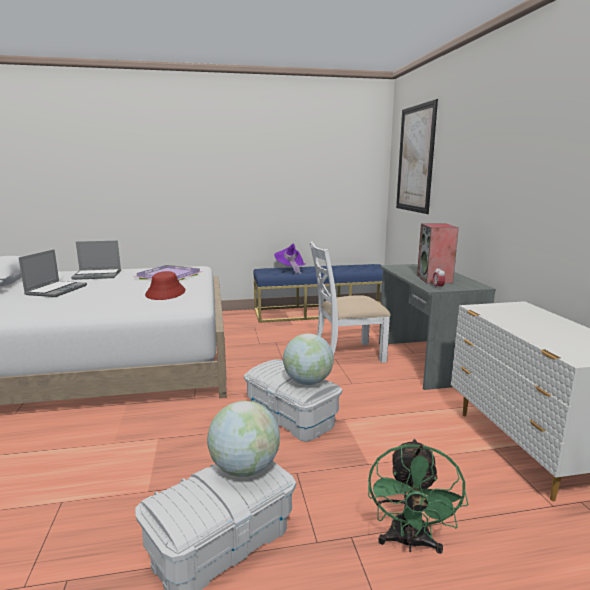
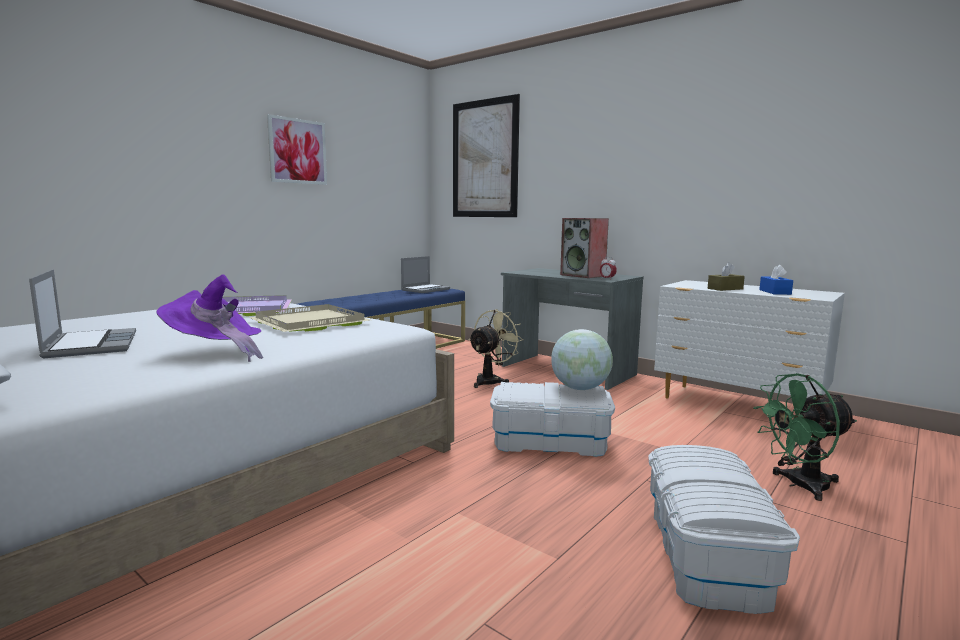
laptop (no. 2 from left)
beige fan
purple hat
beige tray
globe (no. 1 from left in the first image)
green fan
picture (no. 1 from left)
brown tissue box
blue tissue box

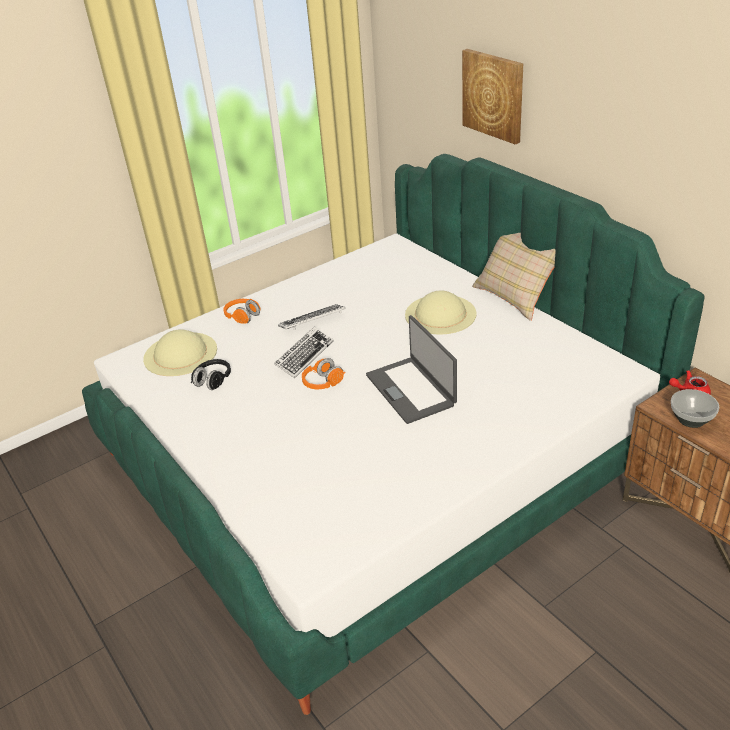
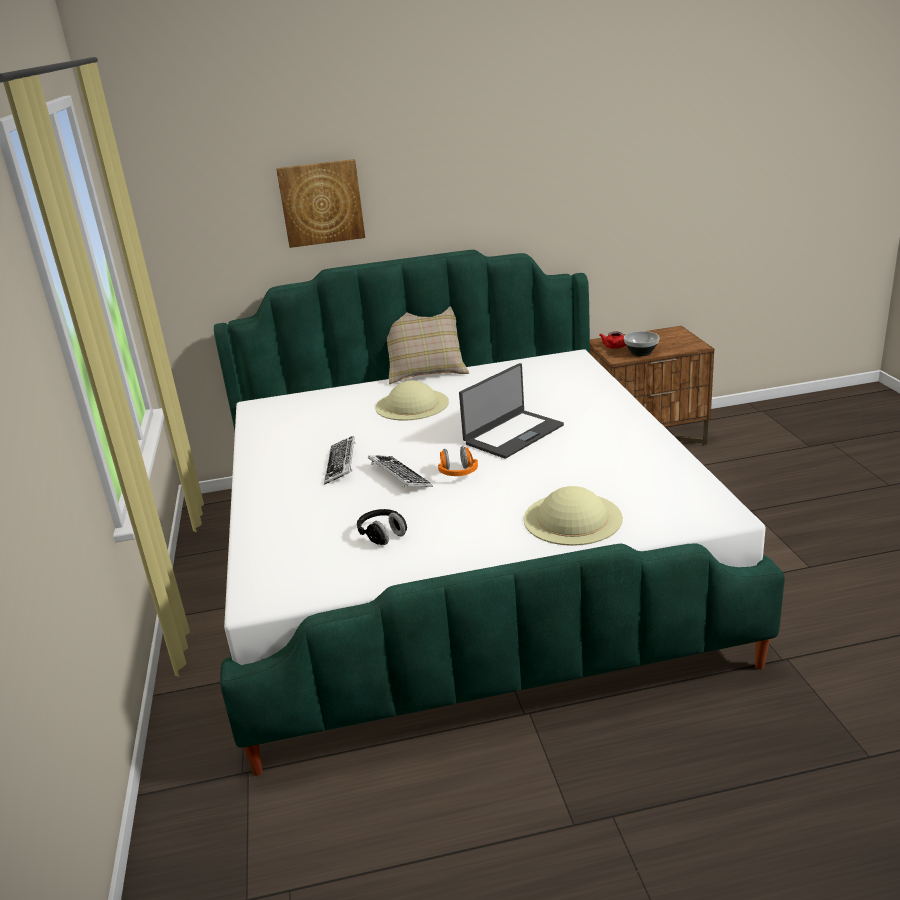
orange headphones (no. 1 from left in the first image)
laptop
beige hat (no. 2 from left)

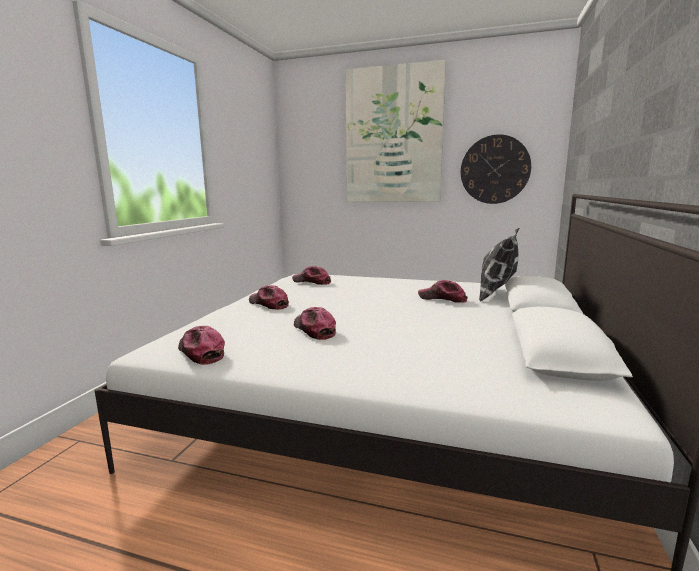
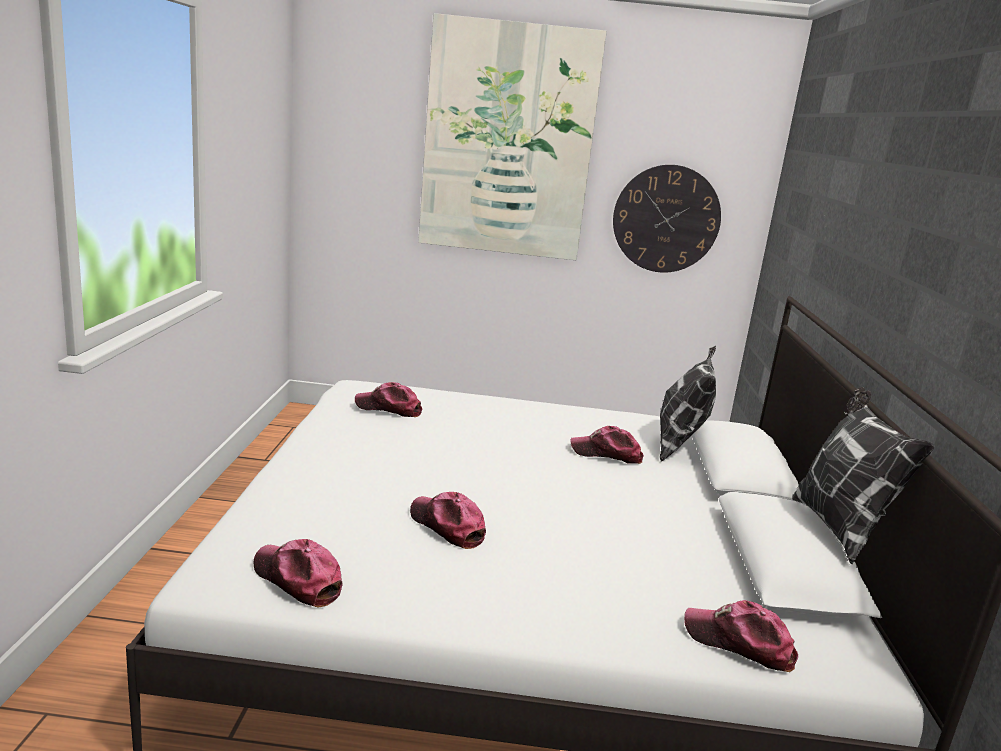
cap (no. 5 from left)
pillow (no. 2 from left)

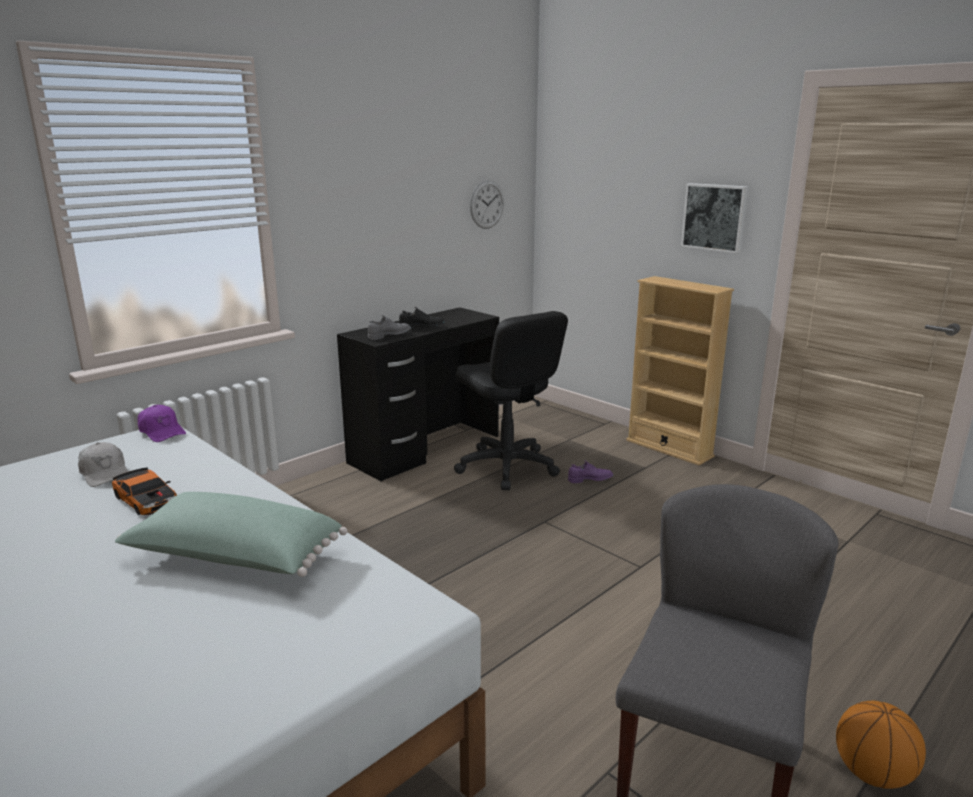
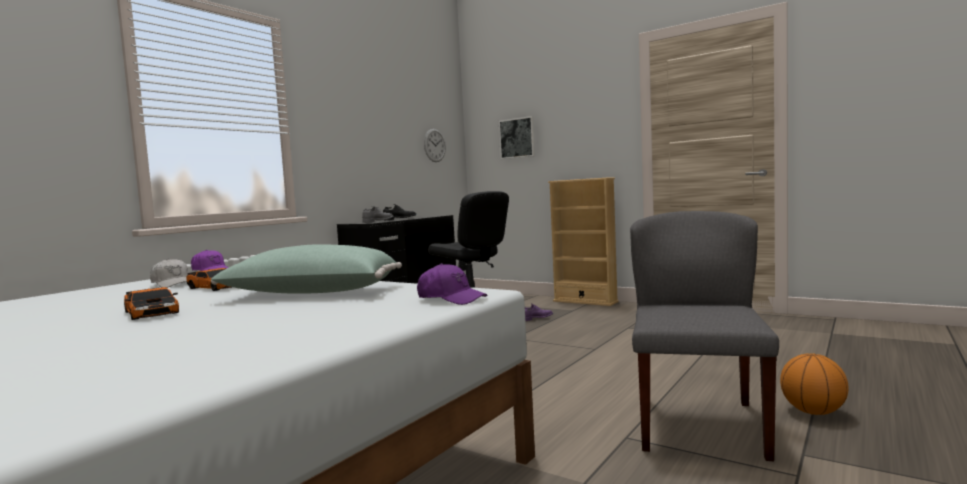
picture
purple cap (no. 2 from left)
toy car (no. 1 from left)

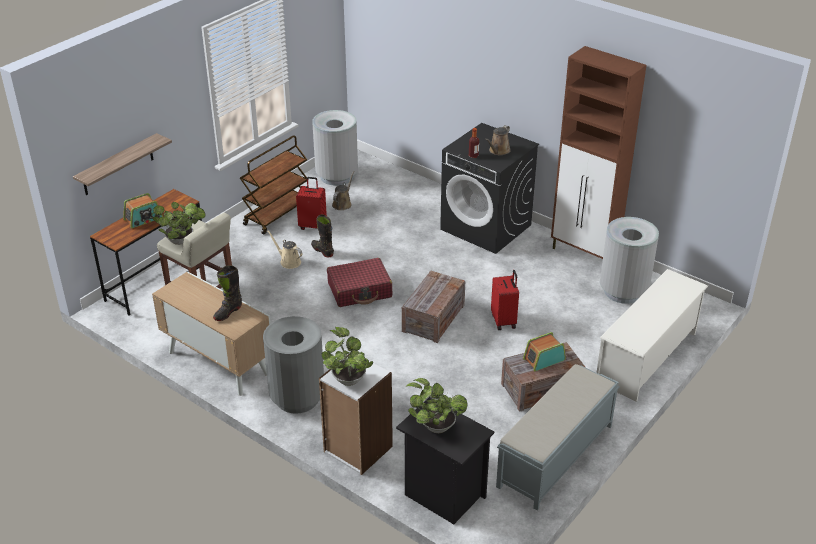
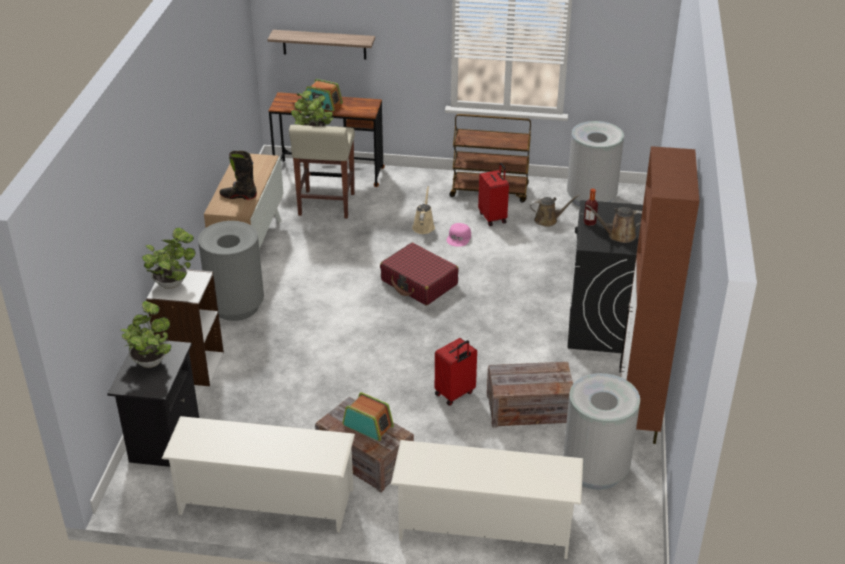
pink cap
crate (no. 2 from left)
white shoe rack (no. 1 from left)

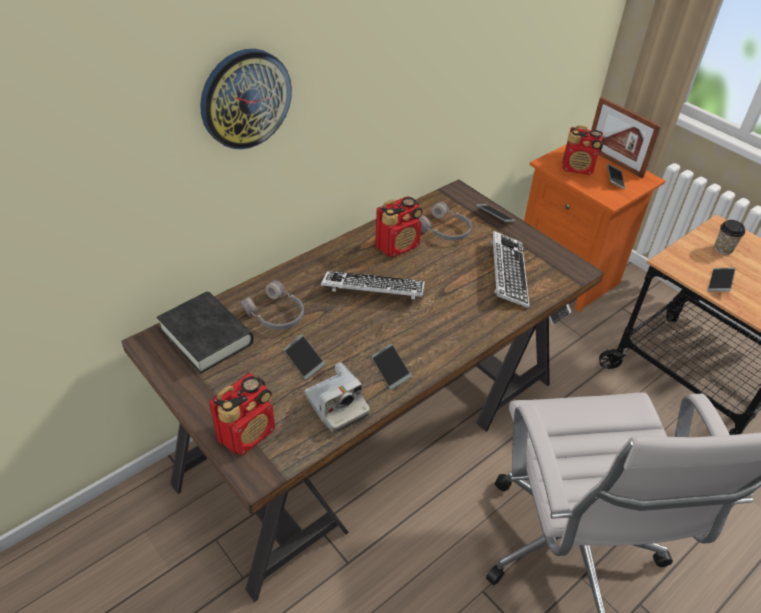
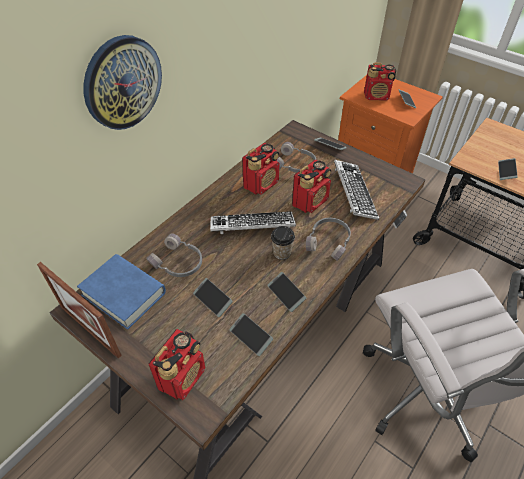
picture frame
cup
blue book
phone (no. 2 from left)
radio (no. 3 from left)
grey headphones (no. 3 from left)

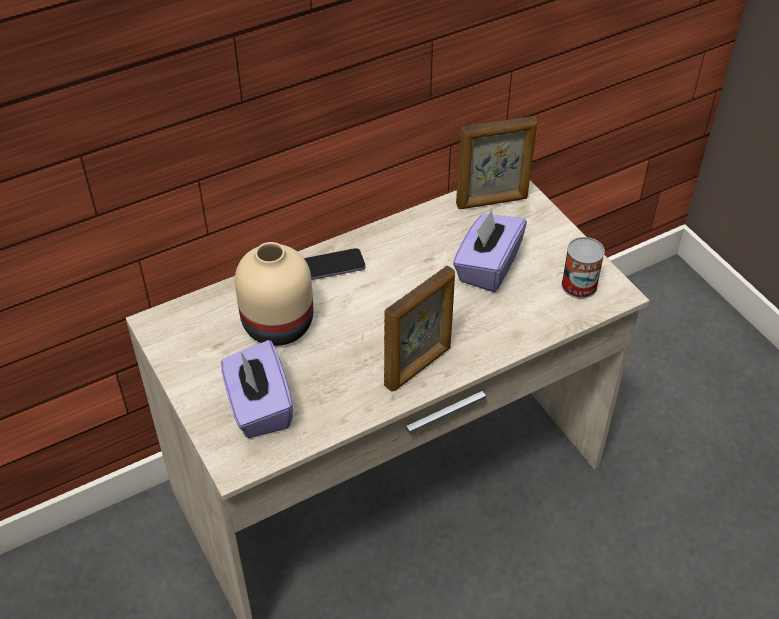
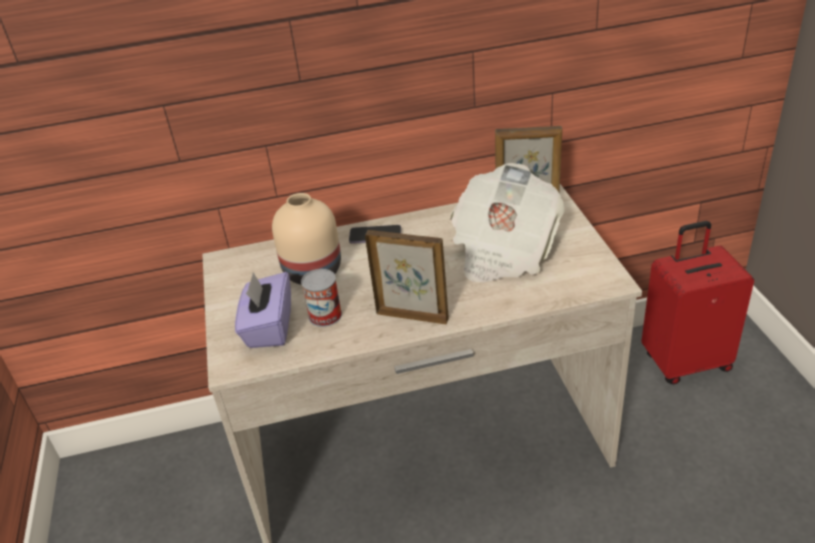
newspaper
can
picture frame (no. 1 from left)
red suitcase

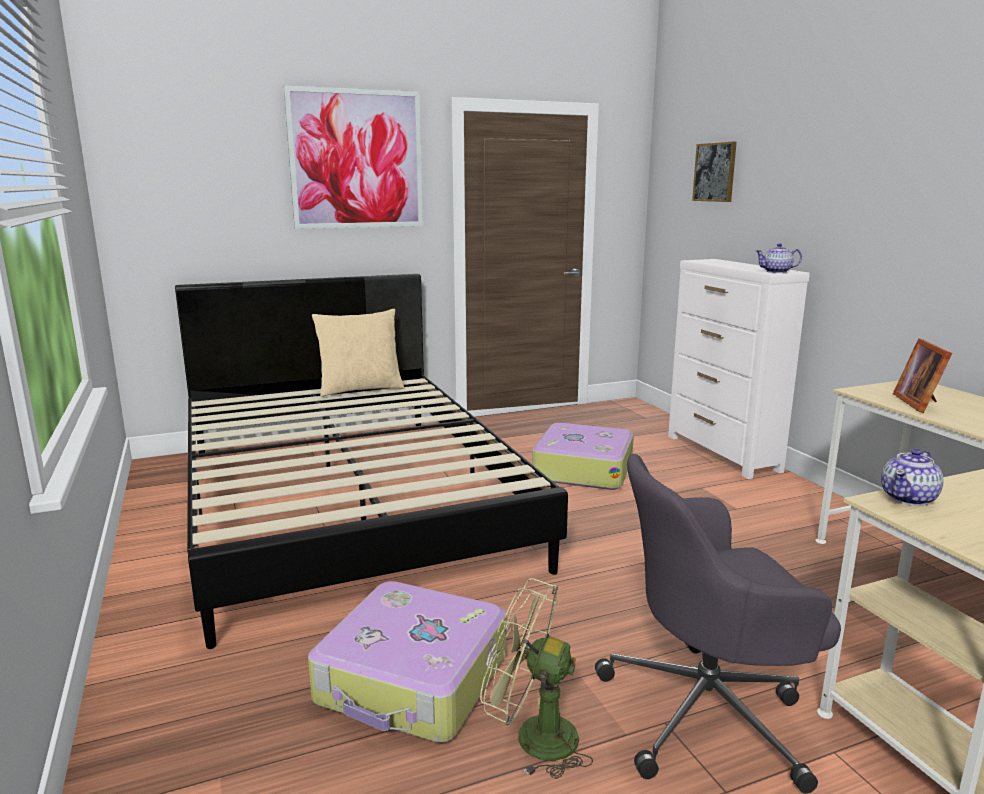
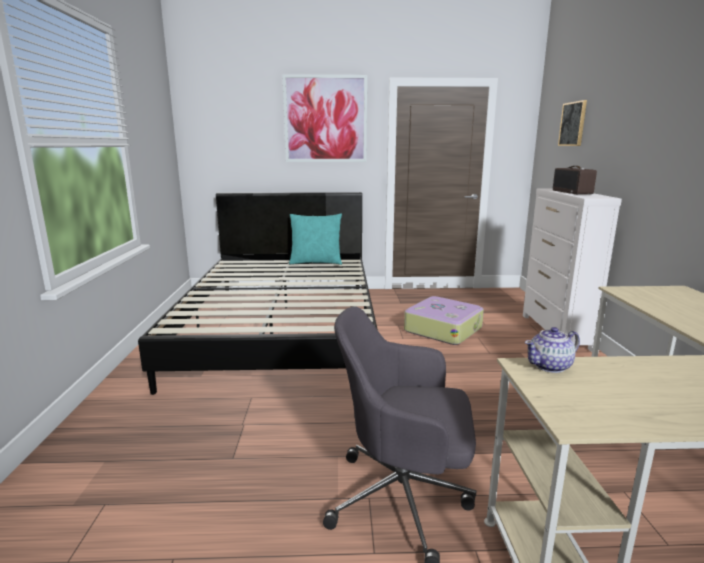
teapot (no. 1 from left in the first image)
turquoise pillow
picture frame
green fan
suitcase (no. 1 from left in the first image)
radio

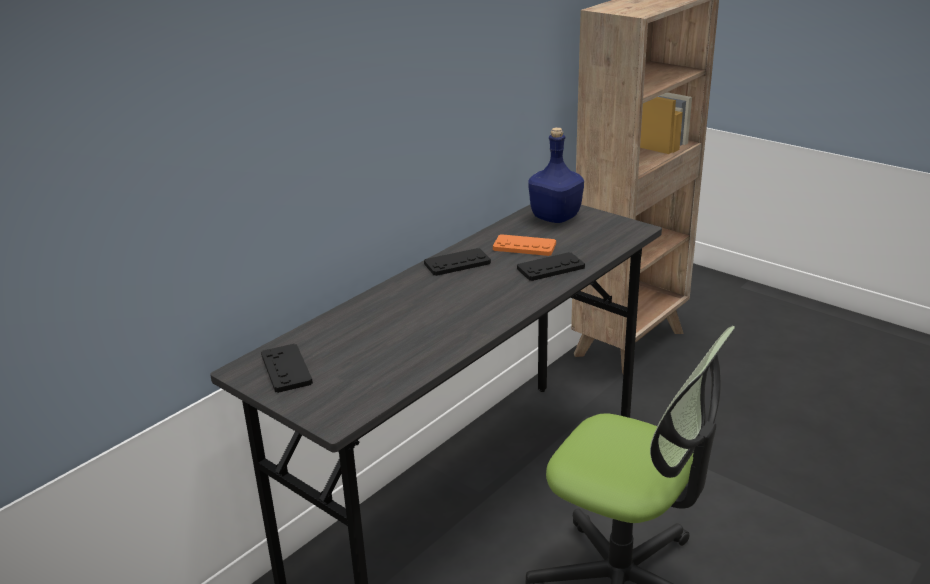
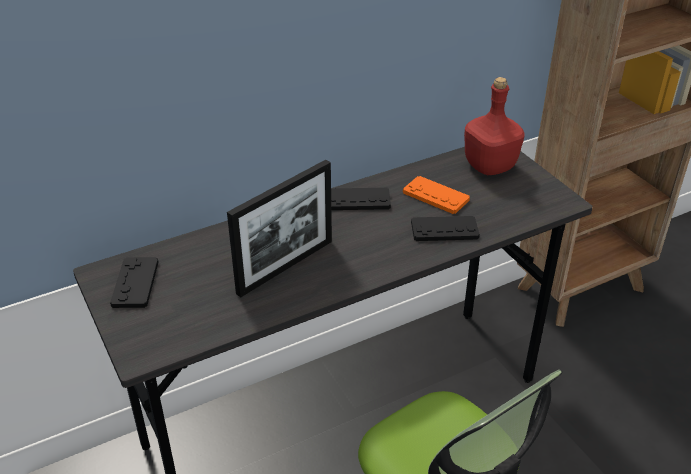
red bottle
picture frame

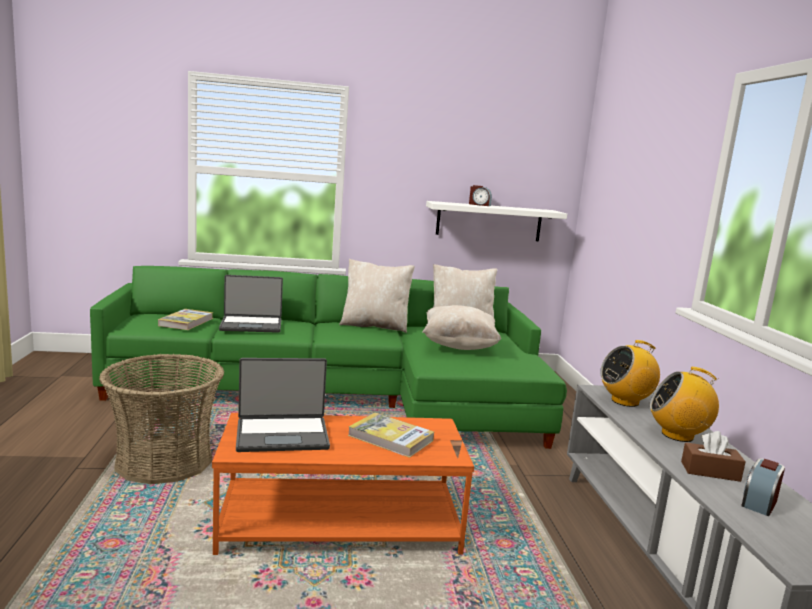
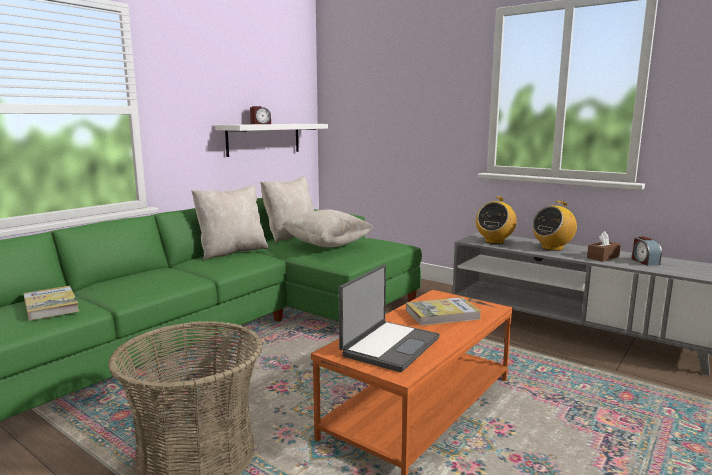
laptop (no. 1 from left in the first image)

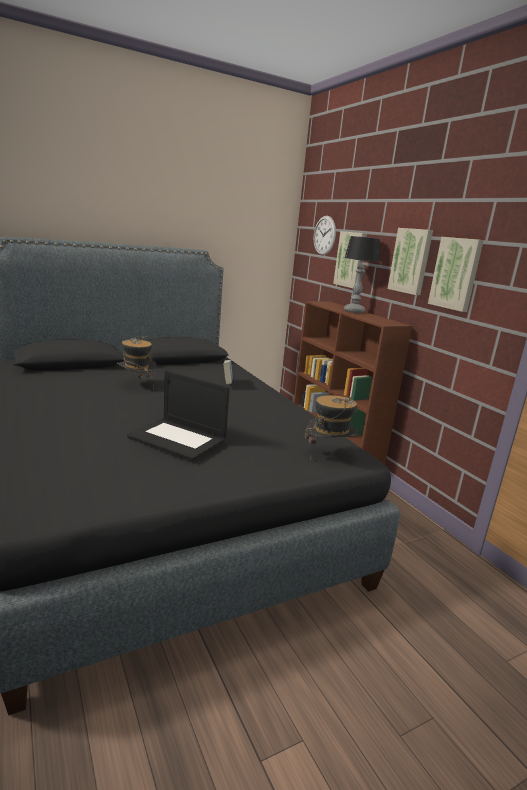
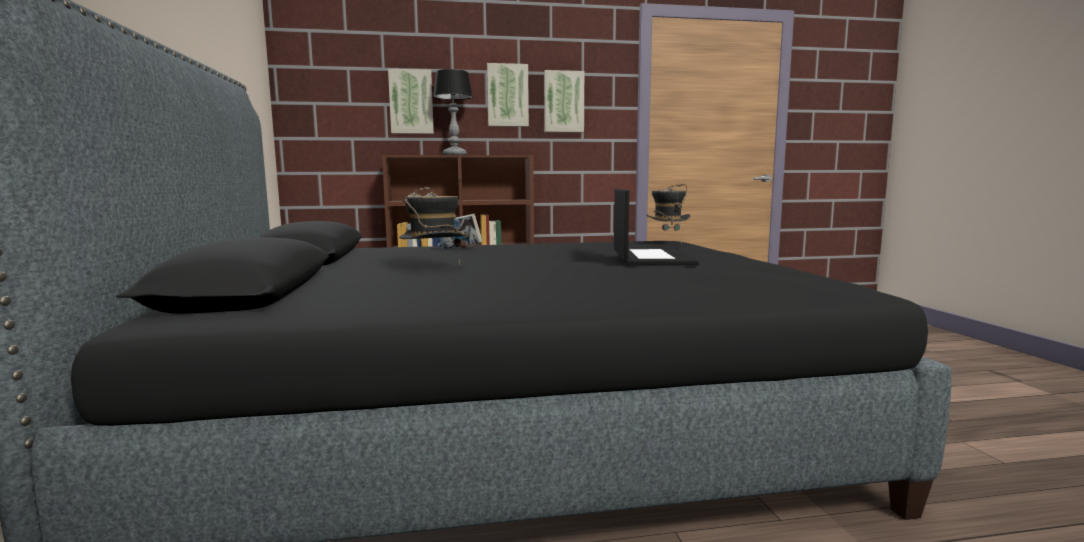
wall clock
laptop

